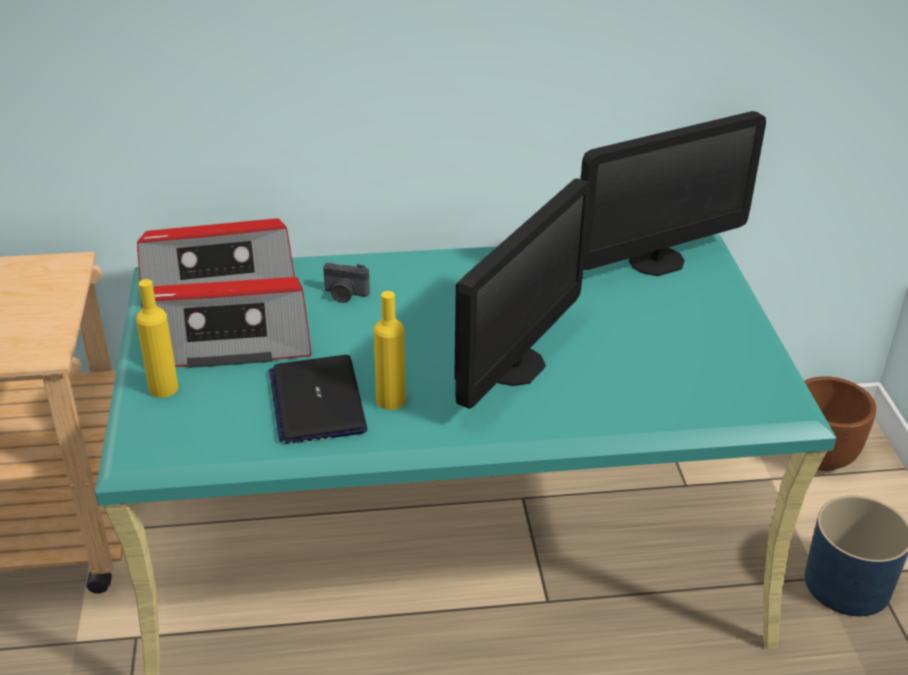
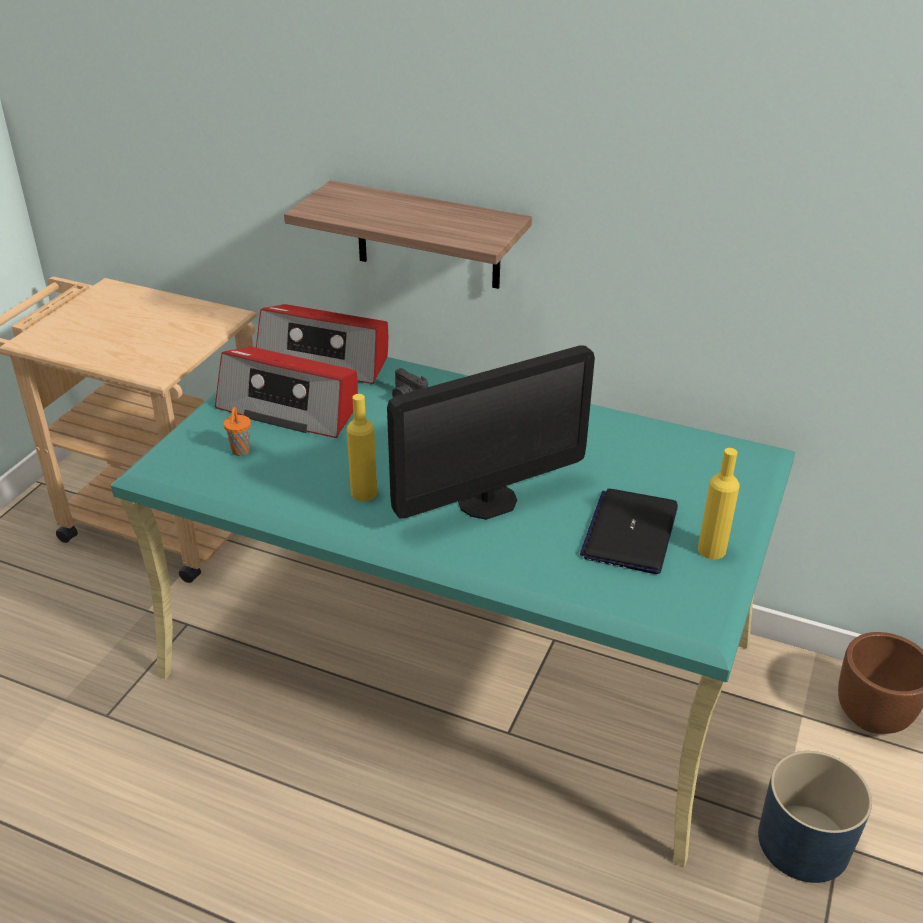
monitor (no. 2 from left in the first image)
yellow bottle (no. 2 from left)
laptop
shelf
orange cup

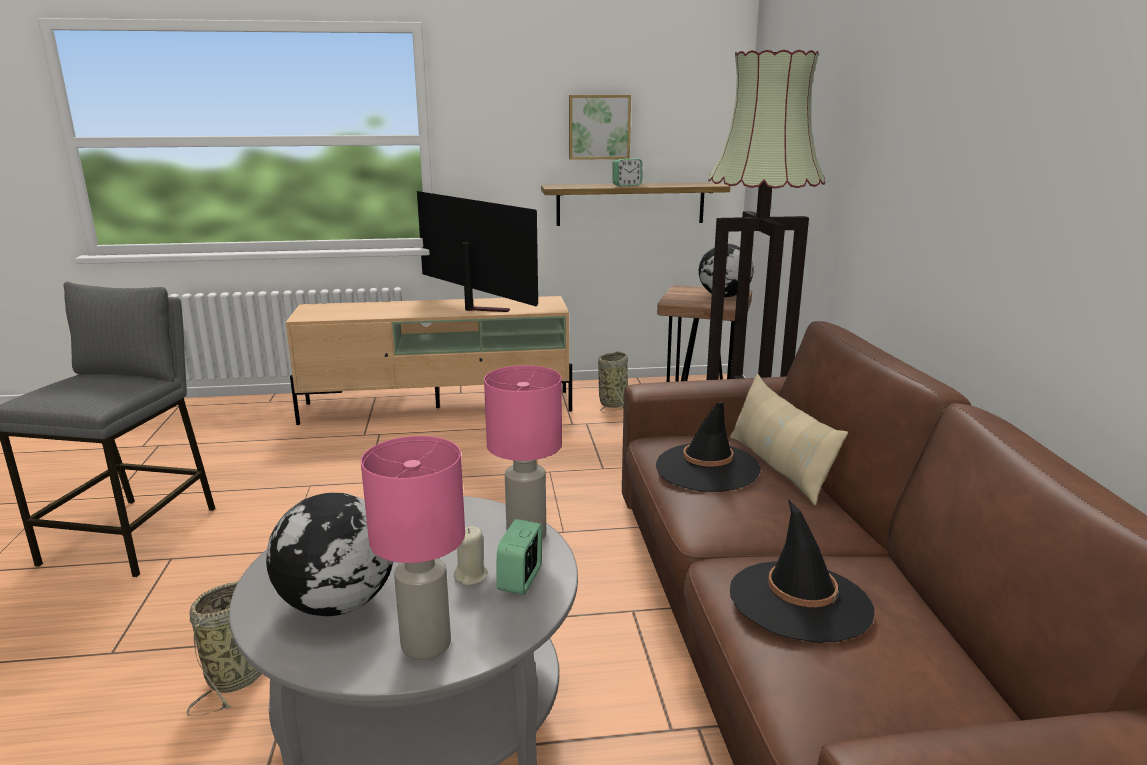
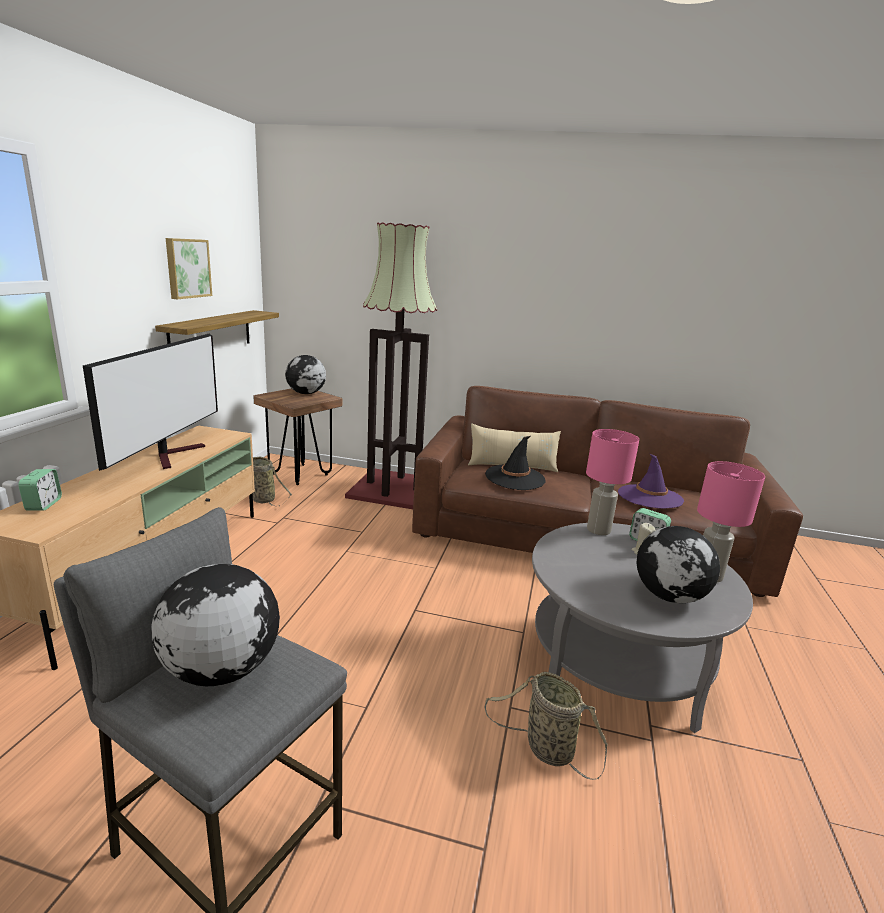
alarm clock (no. 1 from left)
television
purple hat
globe (no. 1 from left)

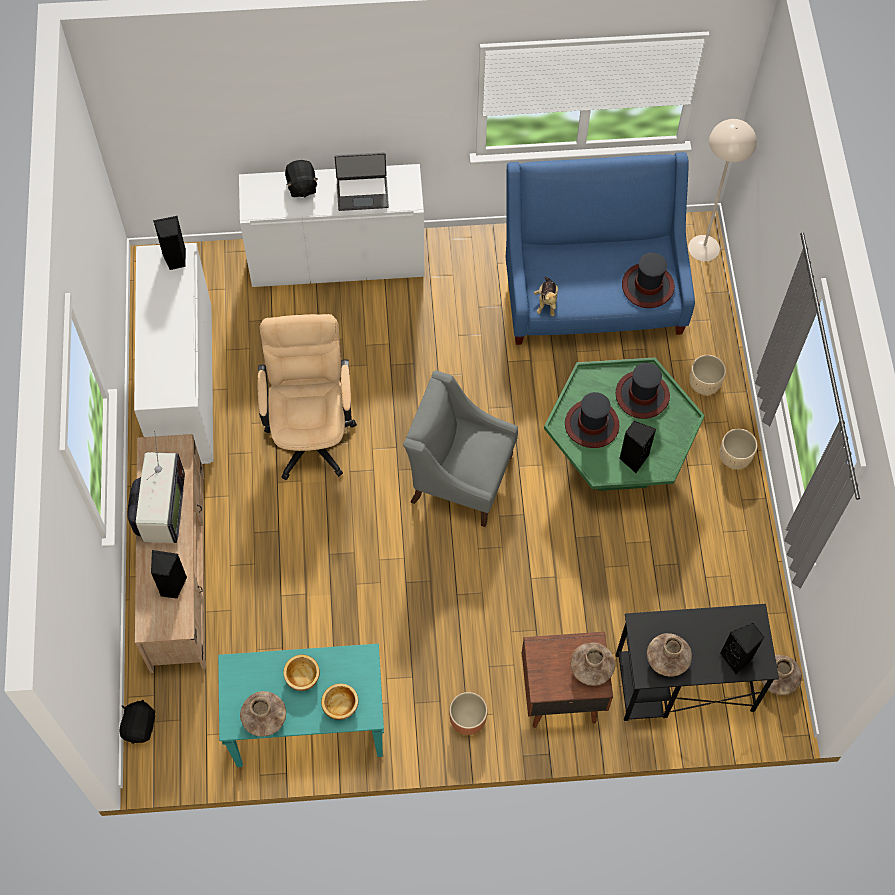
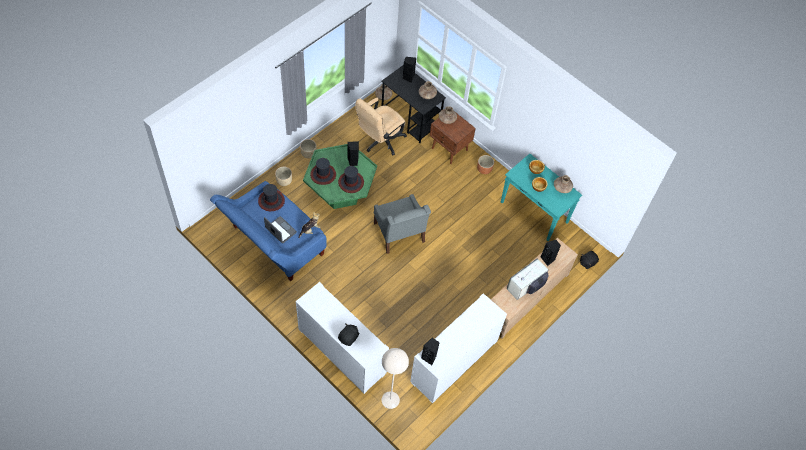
beige floor lamp
laptop
beige office chair

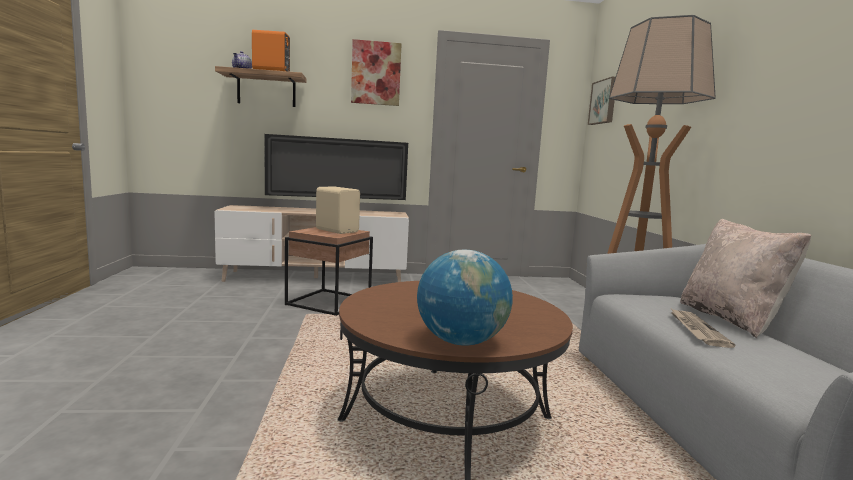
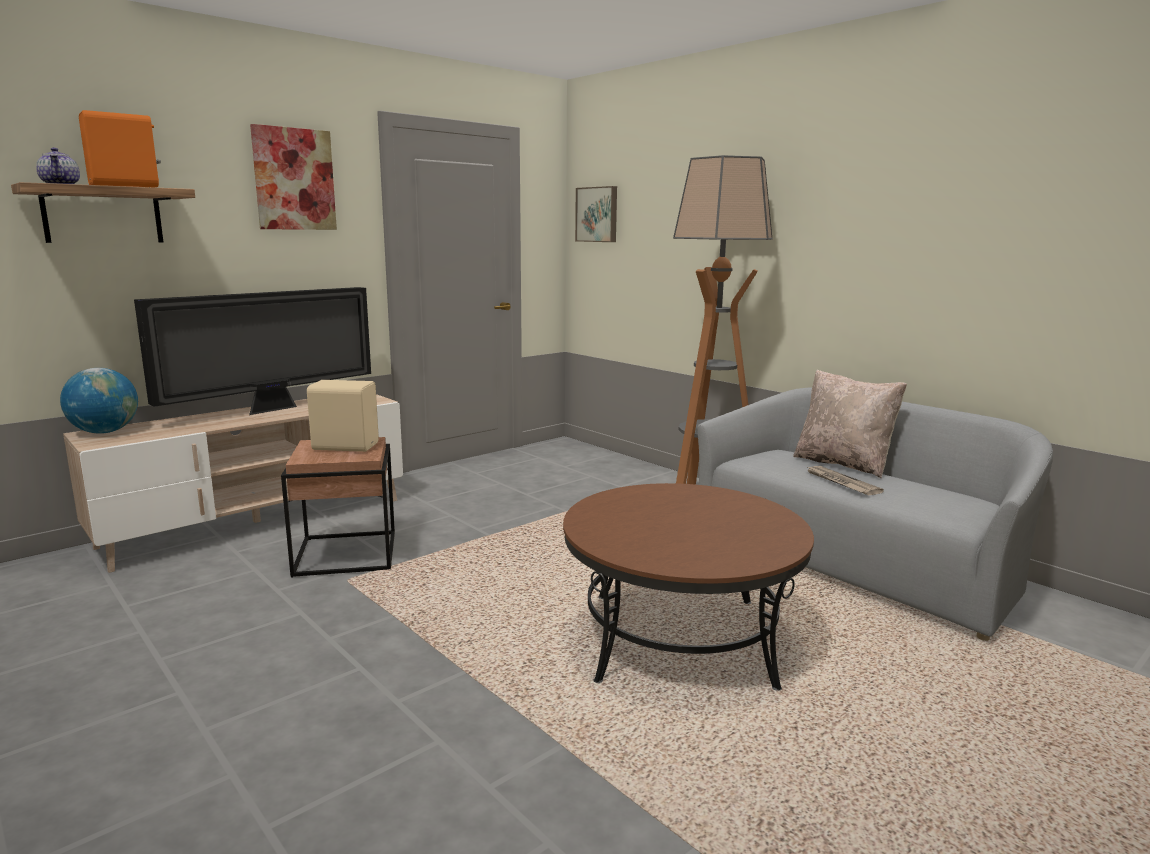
globe

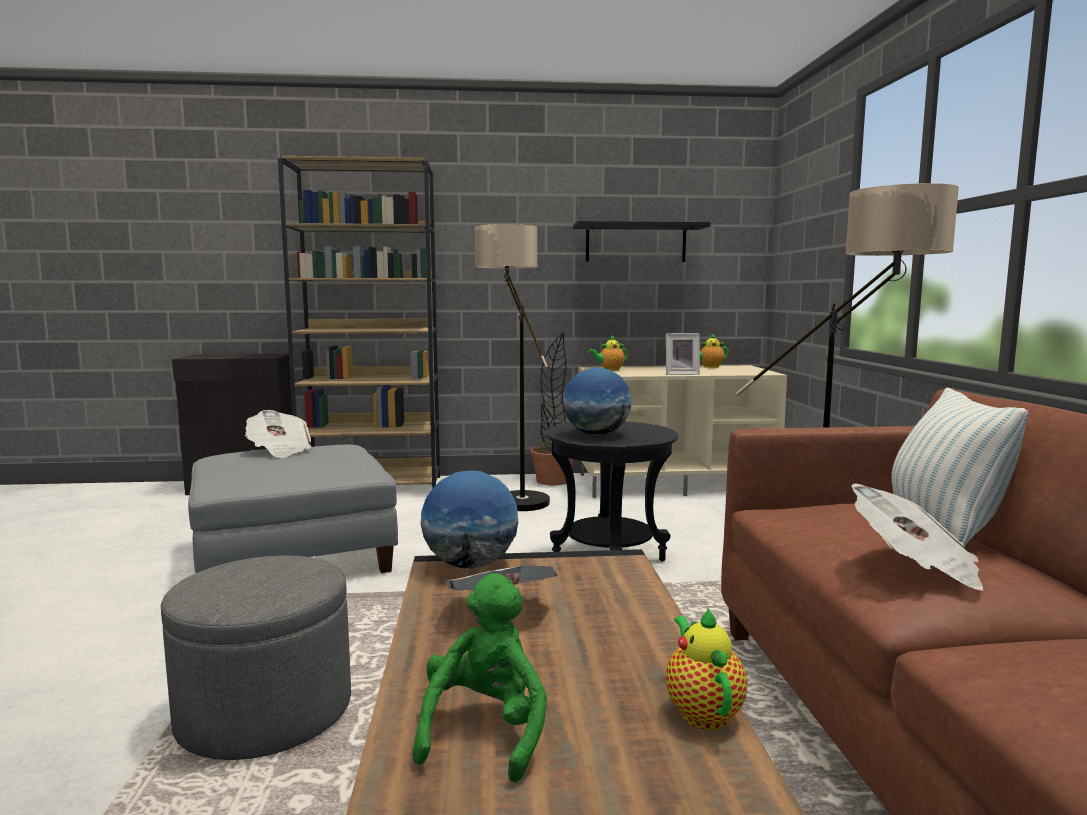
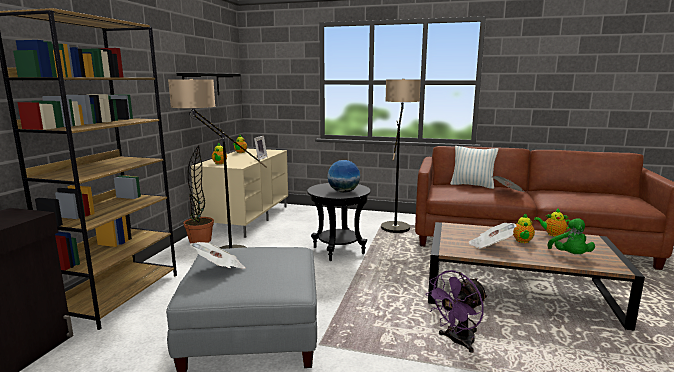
globe (no. 1 from left in the first image)
purple fan
green plush toy
teapot (no. 3 from left)

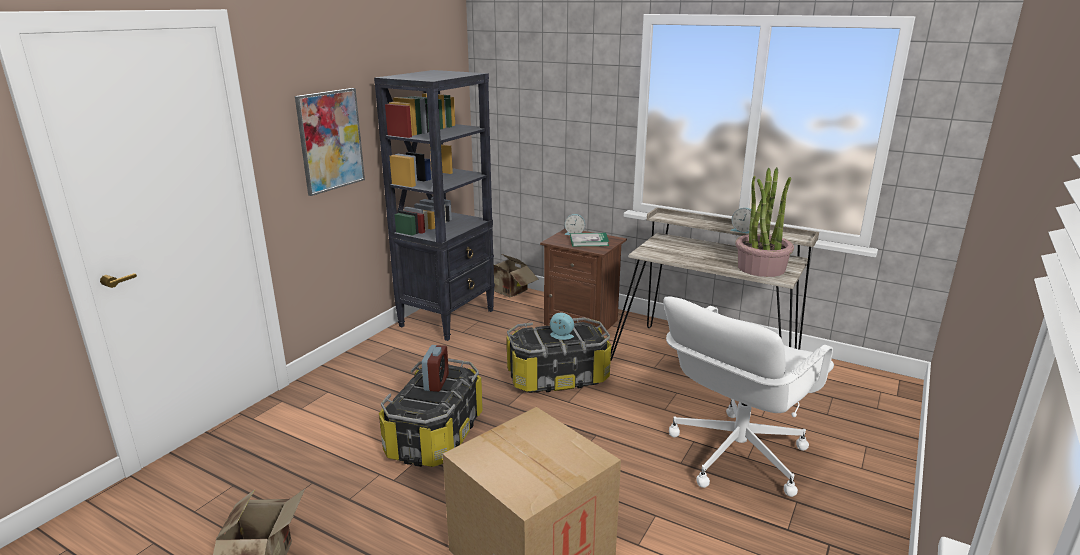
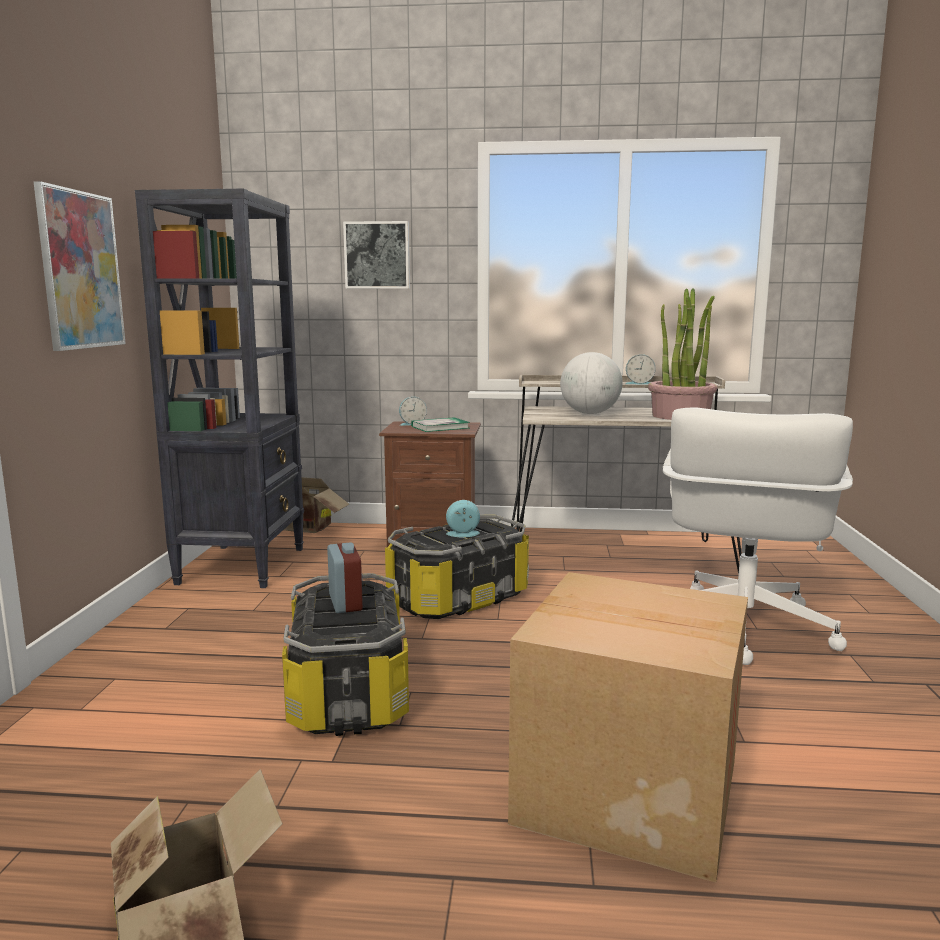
picture (no. 2 from left)
globe

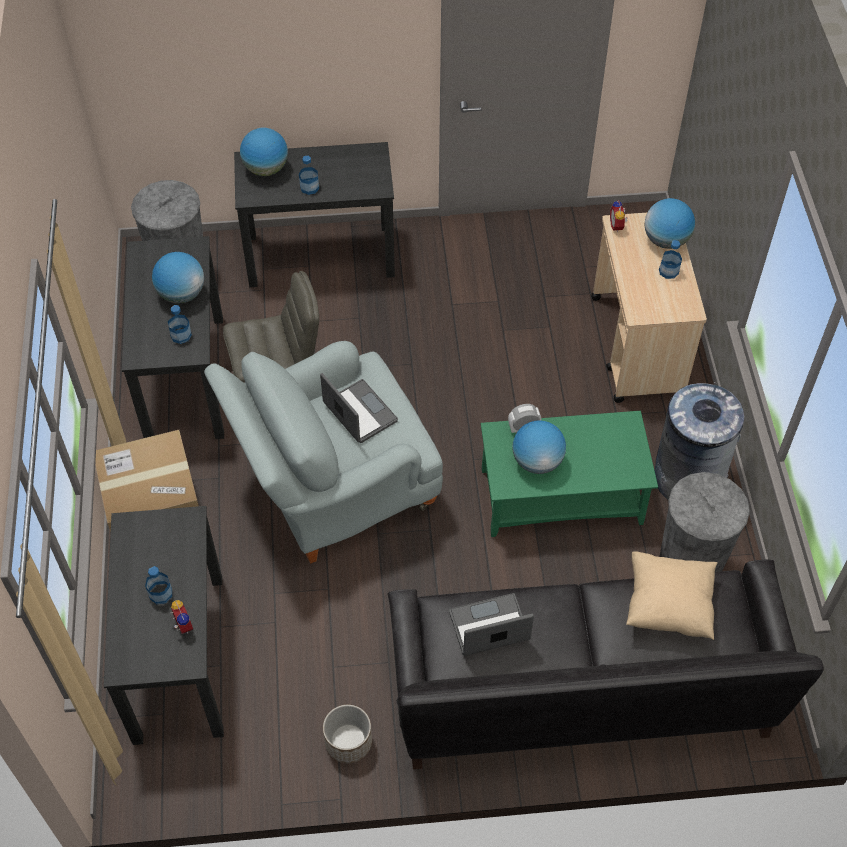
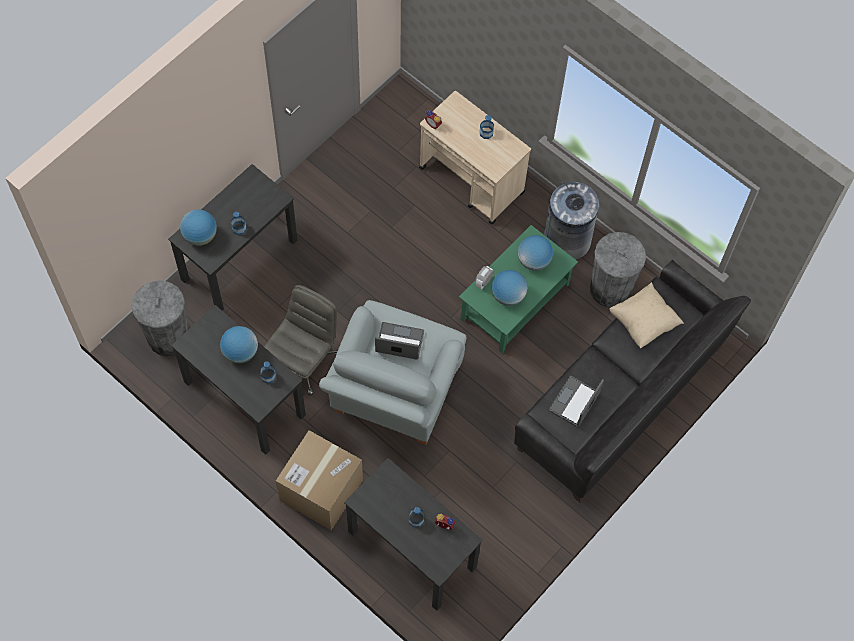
globe (no. 4 from left)
planter

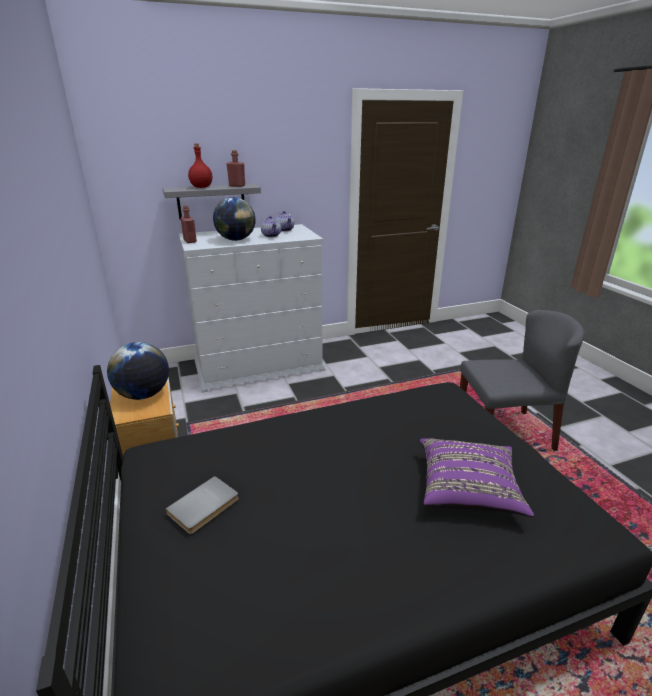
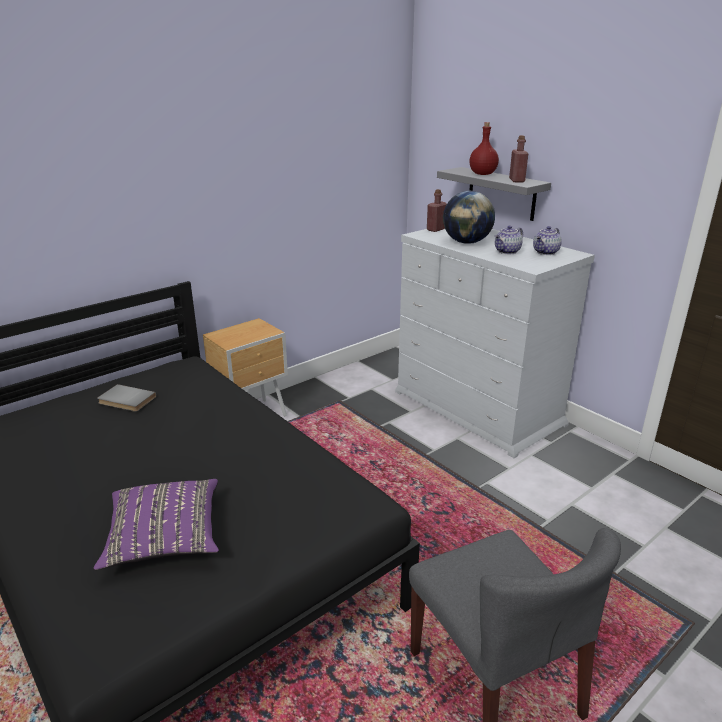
globe (no. 1 from left in the first image)

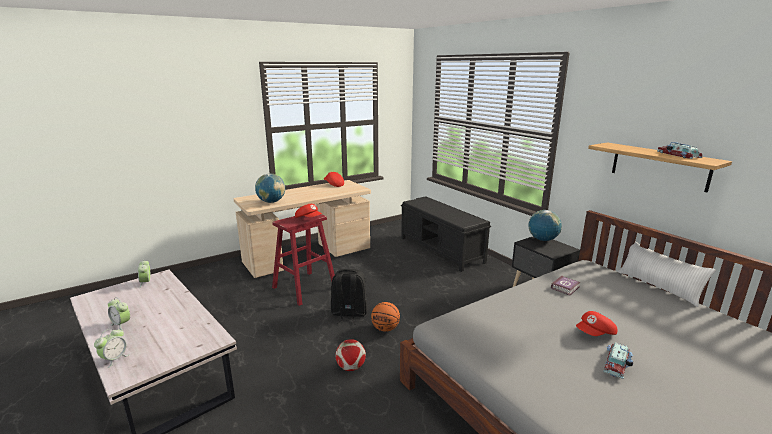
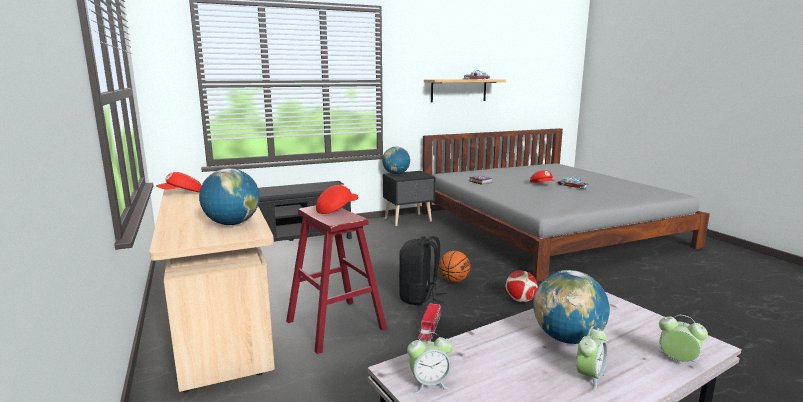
white pillow
globe (no. 3 from left)
toy truck

